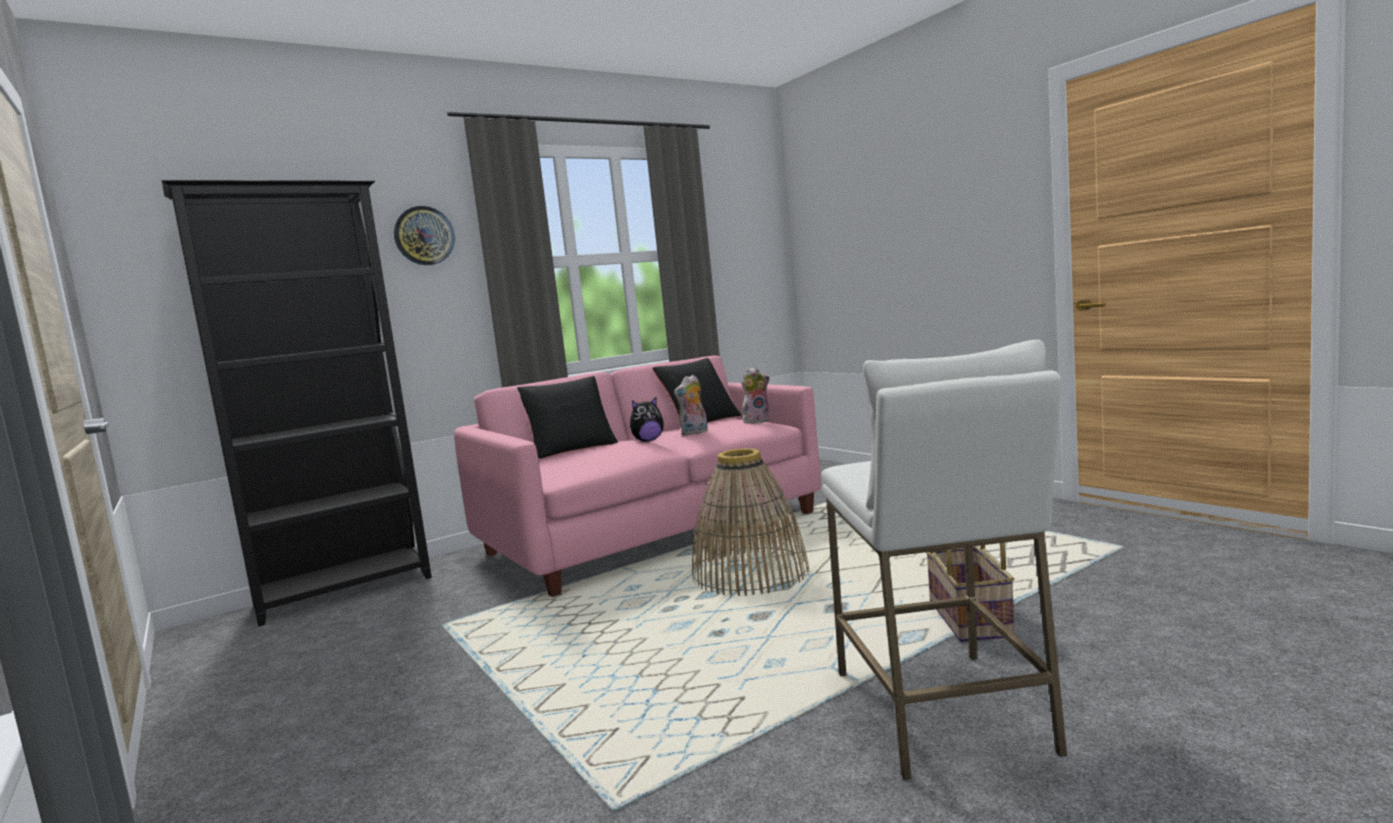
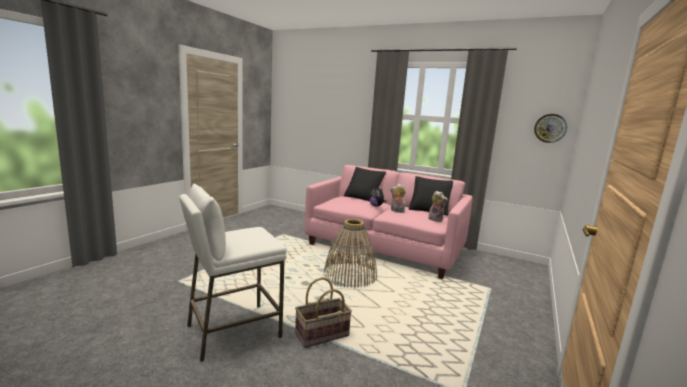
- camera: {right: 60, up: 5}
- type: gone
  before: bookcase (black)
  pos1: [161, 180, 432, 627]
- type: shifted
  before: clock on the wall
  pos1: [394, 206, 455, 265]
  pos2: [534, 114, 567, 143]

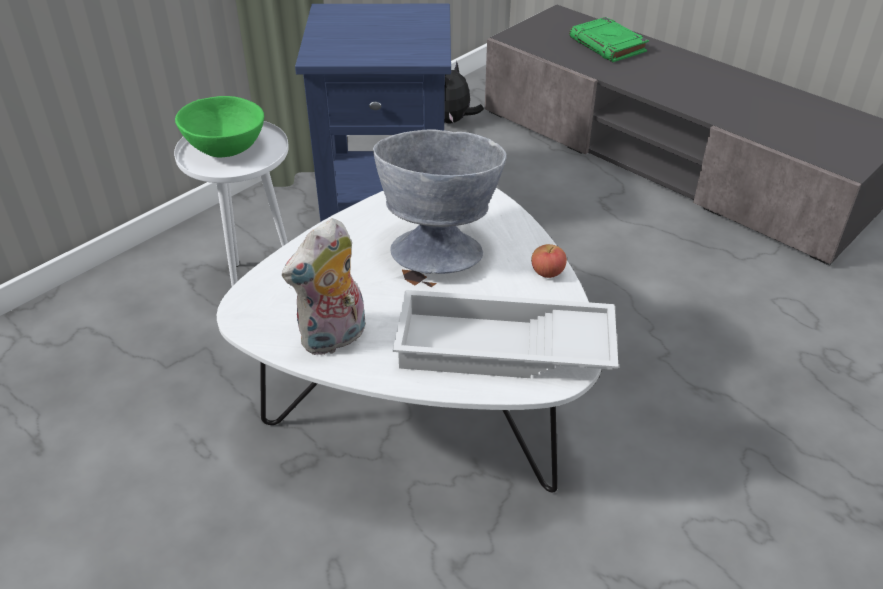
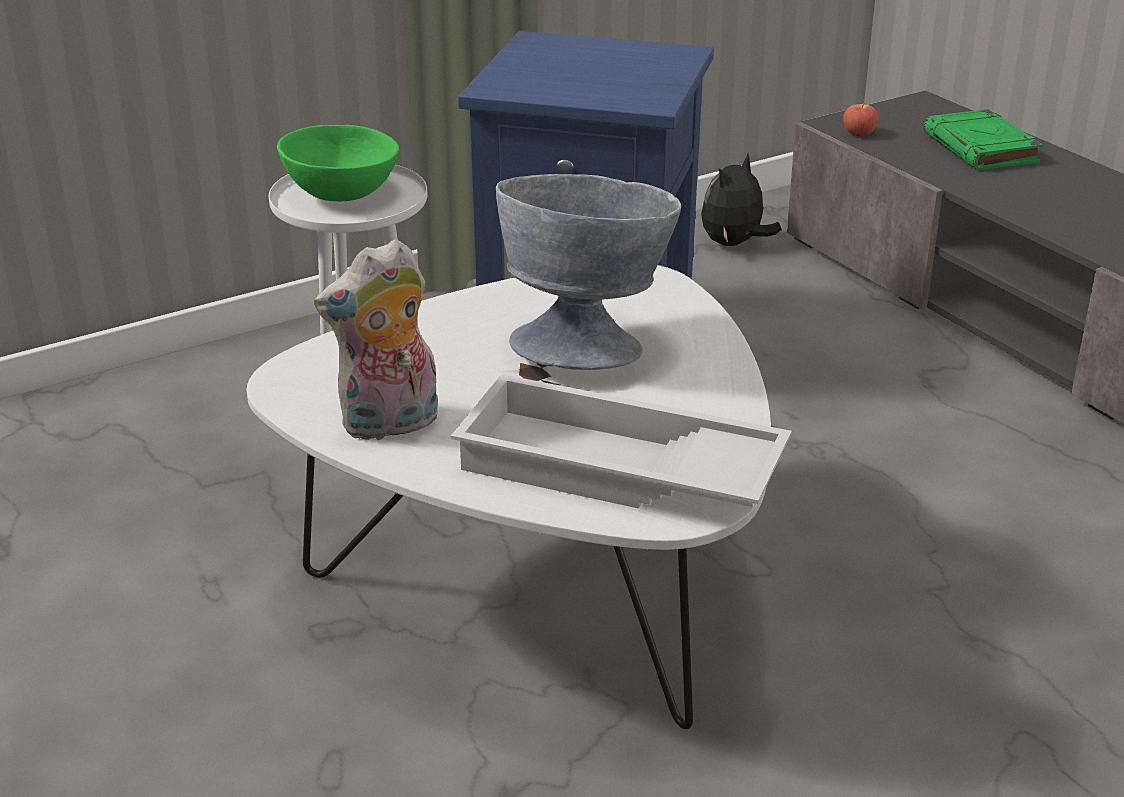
- camera: {right: 15, up: -10}
- type: shifted
  before: apple
  pos1: [531, 244, 567, 278]
  pos2: [843, 102, 879, 136]

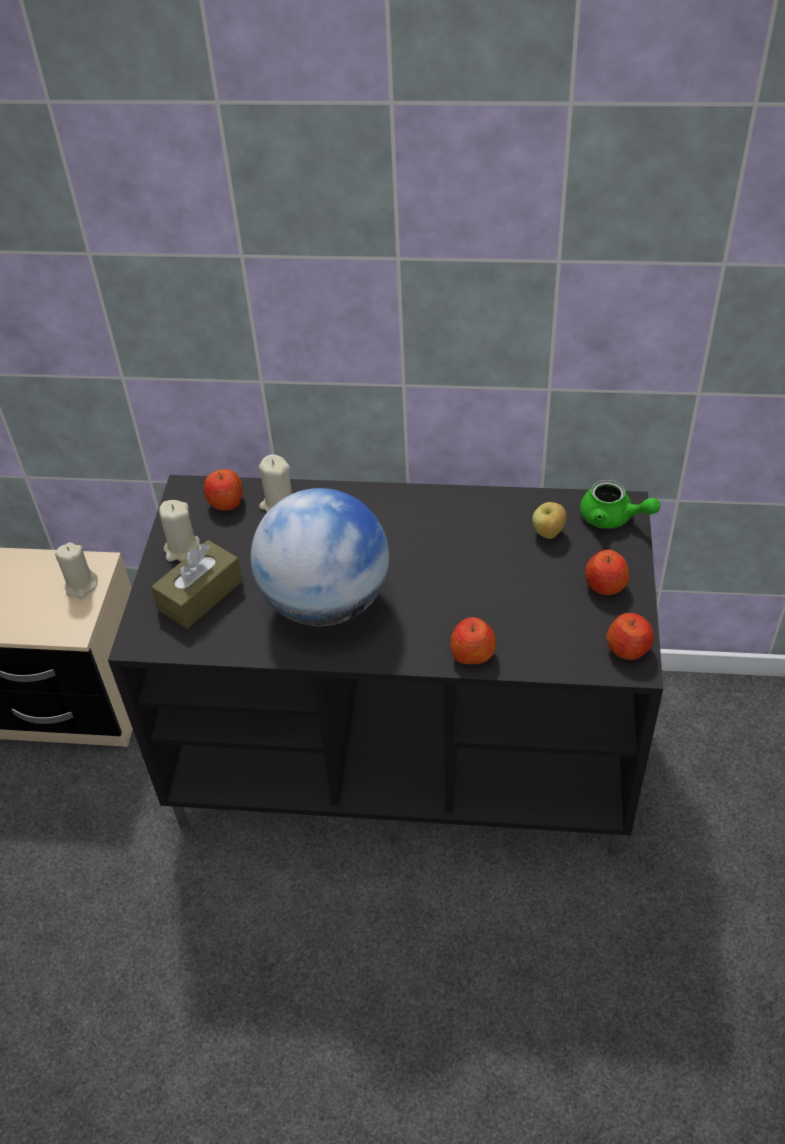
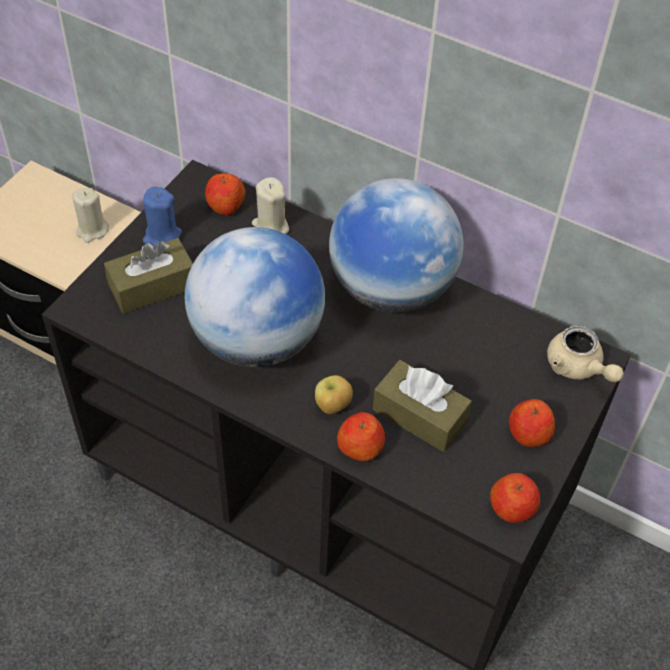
- camera: {right: 20, up: 5}
- type: new
  after: globe
  pos2: [329, 178, 463, 313]
- type: new
  after: tissue holder (brown)
  pos2: [373, 360, 472, 452]
- type: shifted
  before: apple
  pos1: [532, 502, 567, 539]
  pos2: [315, 375, 353, 414]
- type: repainted
  before: wax candle (sand-coloured)
  after: wax candle (bluish)
  pos1: [159, 500, 200, 562]
  pos2: [143, 187, 182, 246]
- type: repainted
  before: tea pot (green-coloured)
  after: tea pot (sand-coloured)
  pos1: [580, 480, 660, 529]
  pos2: [547, 326, 624, 382]

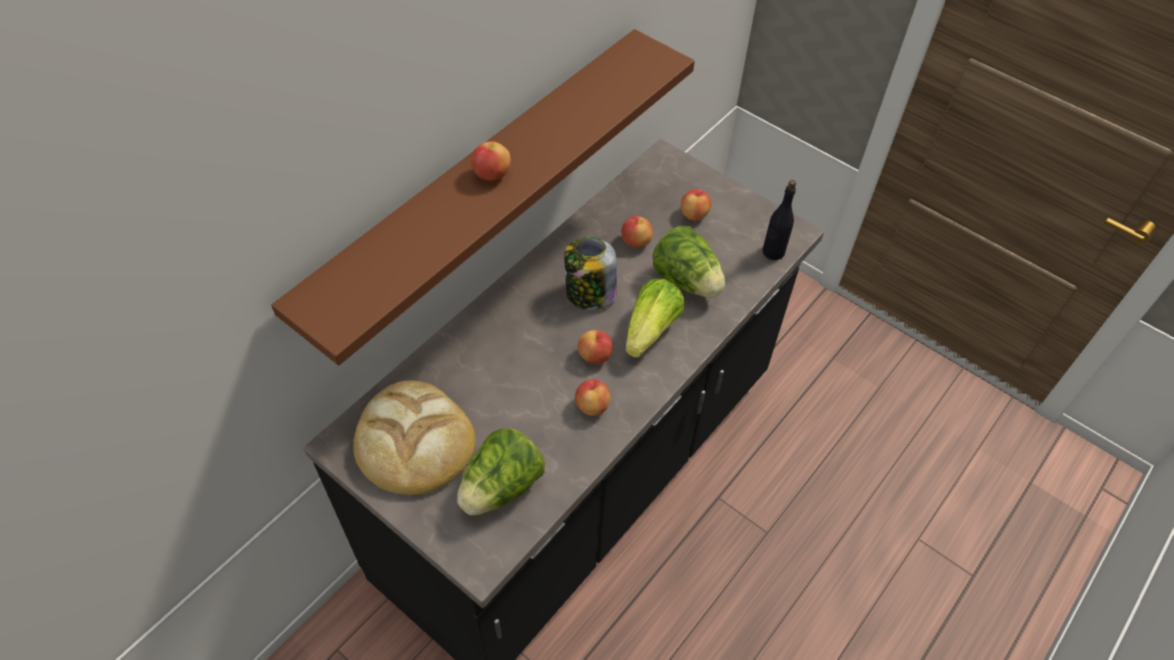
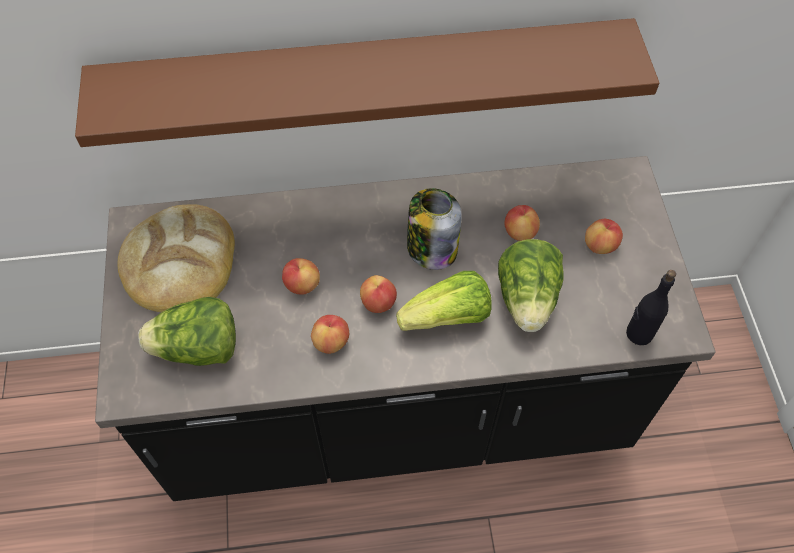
- camera: {right: 45, up: 5}
- type: shifted
  before: apple
  pos1: [470, 141, 511, 181]
  pos2: [282, 258, 320, 295]

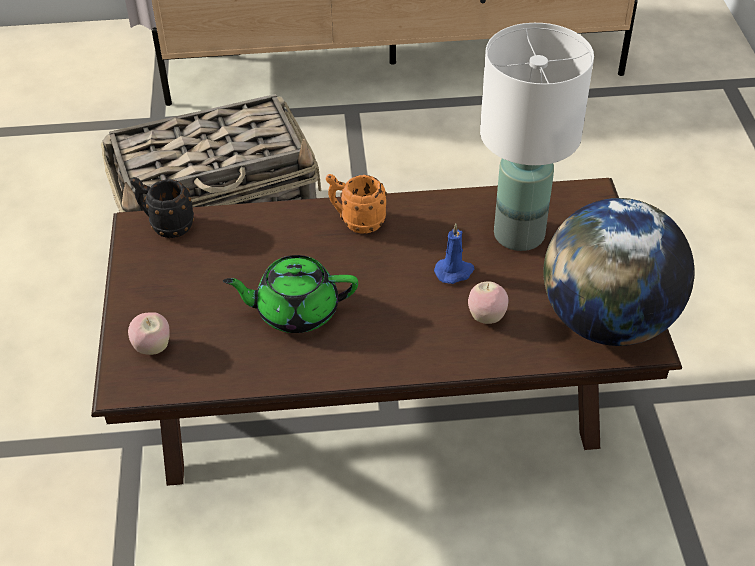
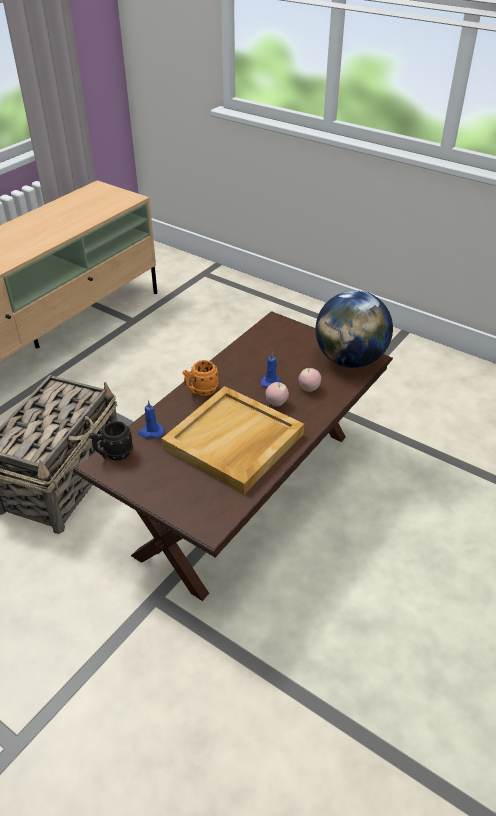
- camera: {right: -50, up: -5}
- type: gone
  before: lamp for a table (white)
  pos1: [480, 23, 594, 251]
- type: new
  after: wax candle (bluish)
  pos2: [138, 401, 164, 439]
- type: shifted
  before: apple
  pos1: [128, 312, 170, 355]
  pos2: [266, 382, 289, 407]
- type: swapped
  before: tea pot (green-coloured)
  after: tray (sand-coloured)
  pos1: [223, 255, 358, 333]
  pos2: [161, 386, 304, 494]

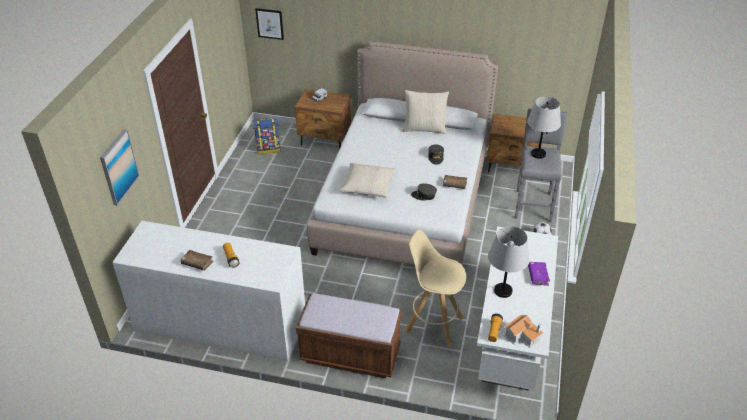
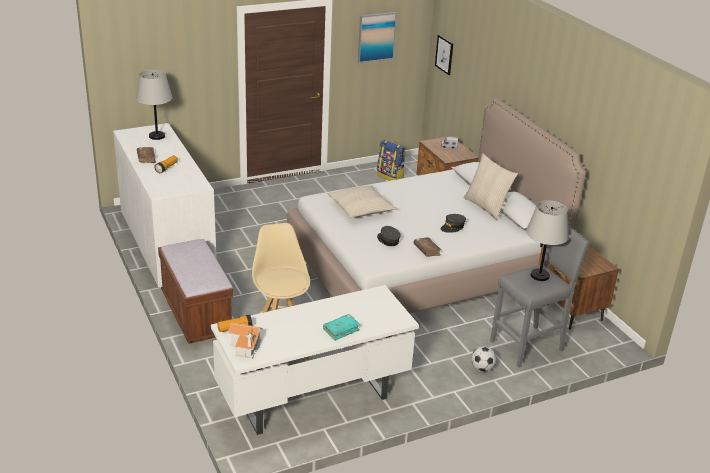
- camera: {right: 50, up: -10}
- type: shifted
  before: wall picture
  pos1: [100, 129, 139, 206]
  pos2: [358, 12, 397, 63]
- type: shifted
  before: lamp for a table (gray)
  pos1: [488, 226, 530, 298]
  pos2: [136, 70, 172, 140]
- type: repainted
  before: volume (purple-coloured)
  after: volume (turquoise)
  pos1: [528, 262, 550, 286]
  pos2: [323, 314, 360, 341]

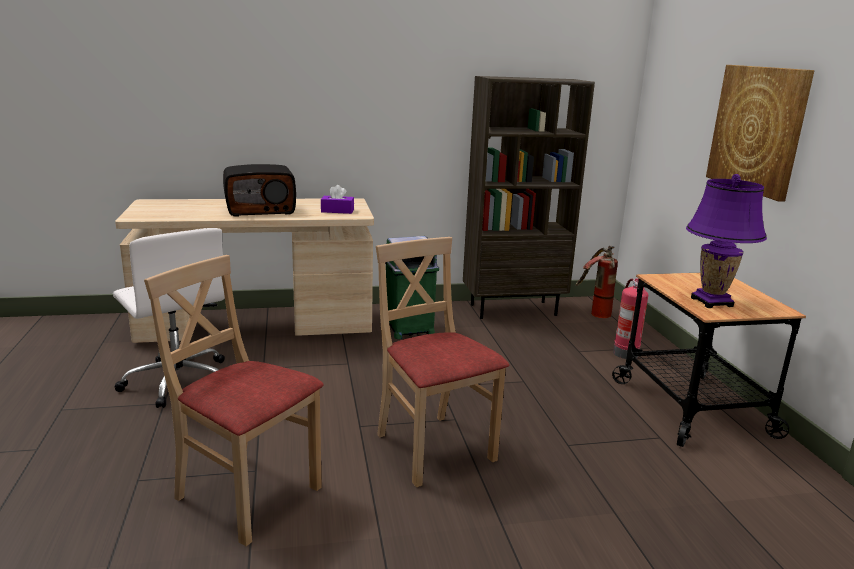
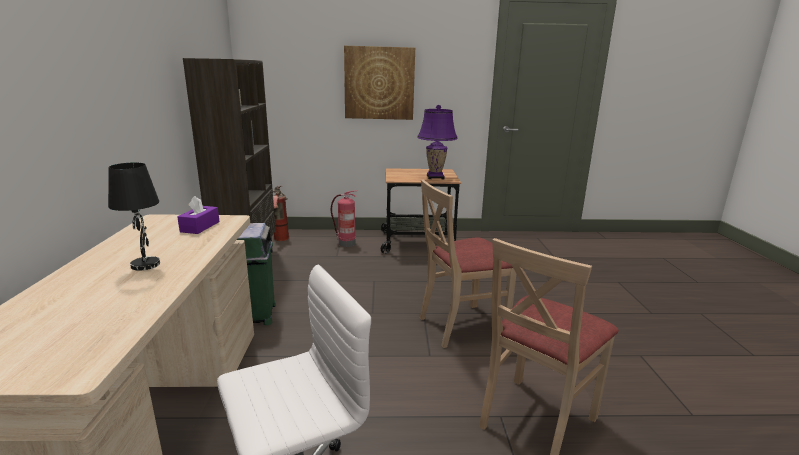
- camera: {right: -80, up: 0}
- type: swapped
  before: radio set
  after: lamp for a table (black)
  pos1: [223, 164, 296, 217]
  pos2: [108, 162, 160, 271]

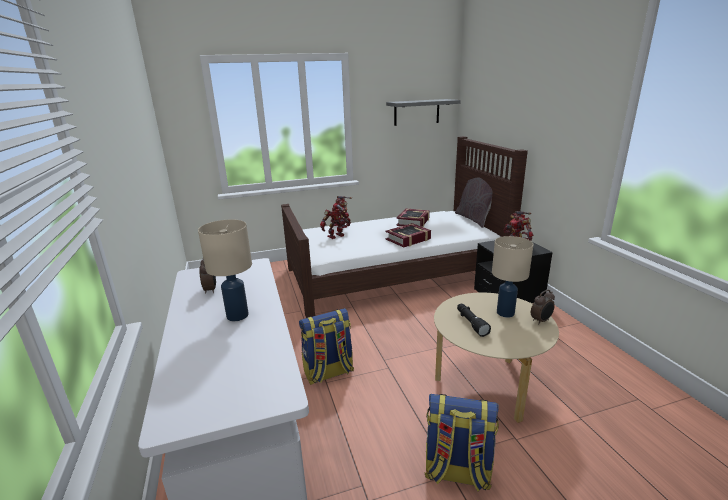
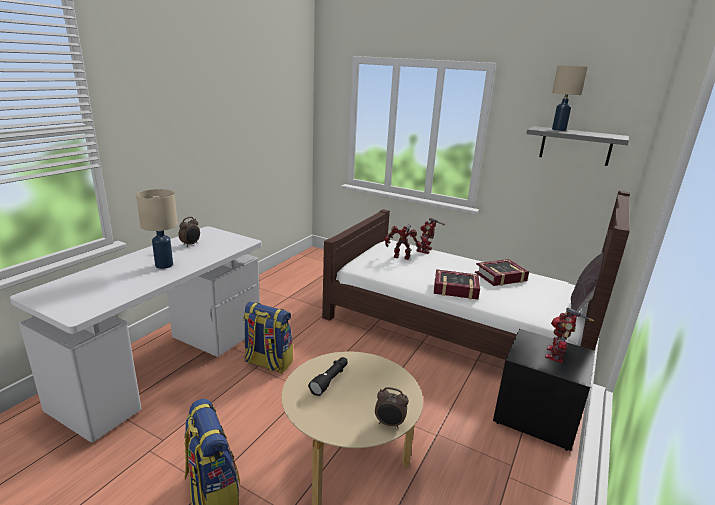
- camera: {right: 45, up: 0}
- type: shifted
  before: lamp for a table (sand-coloured)
  pos1: [492, 236, 533, 318]
  pos2: [552, 65, 588, 131]

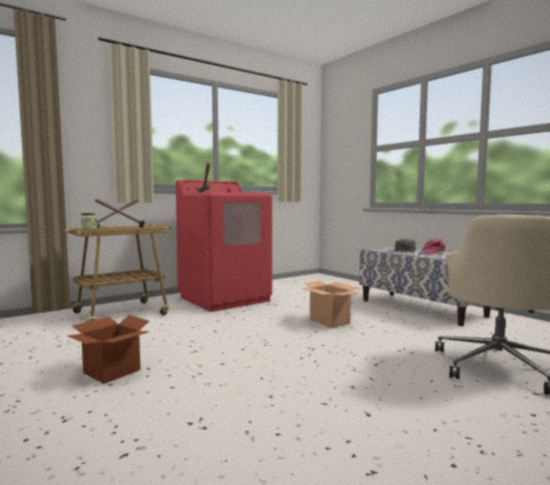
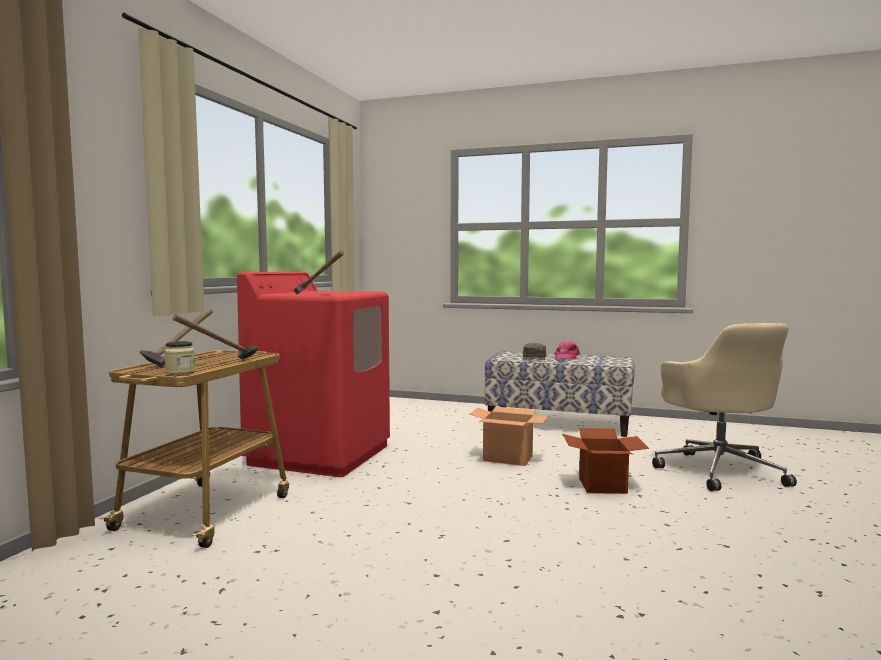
- camera: {right: -35, up: 0}
- type: shifted
  before: carton
  pos1: [67, 315, 150, 384]
  pos2: [562, 428, 649, 494]

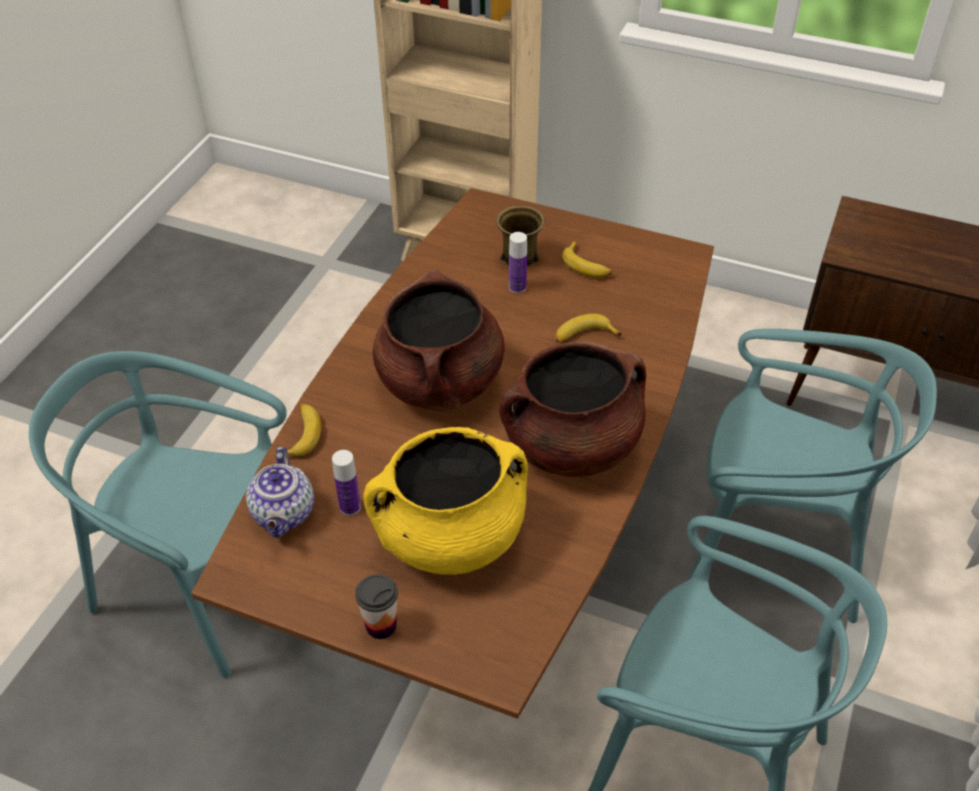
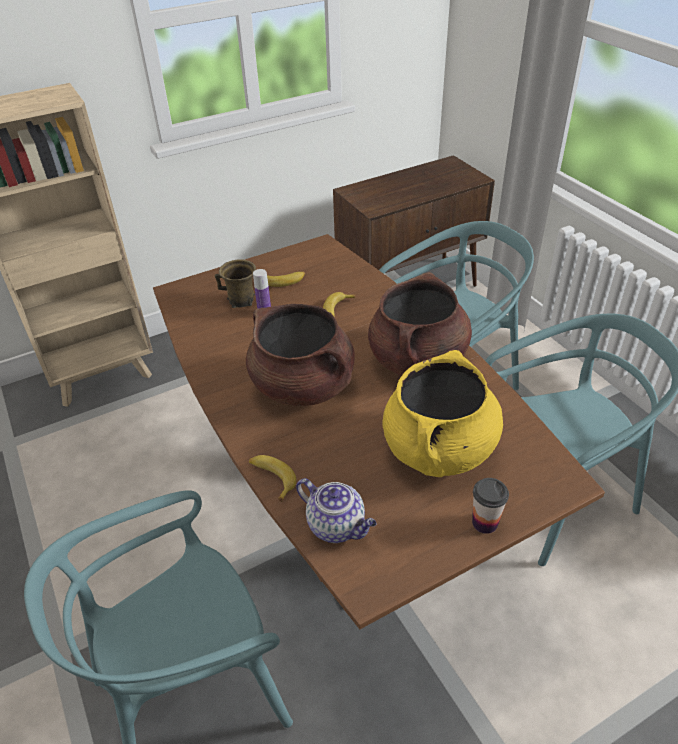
- camera: {right: -50, up: -5}
- type: gone
  before: beverage bottle
  pos1: [332, 450, 361, 515]

